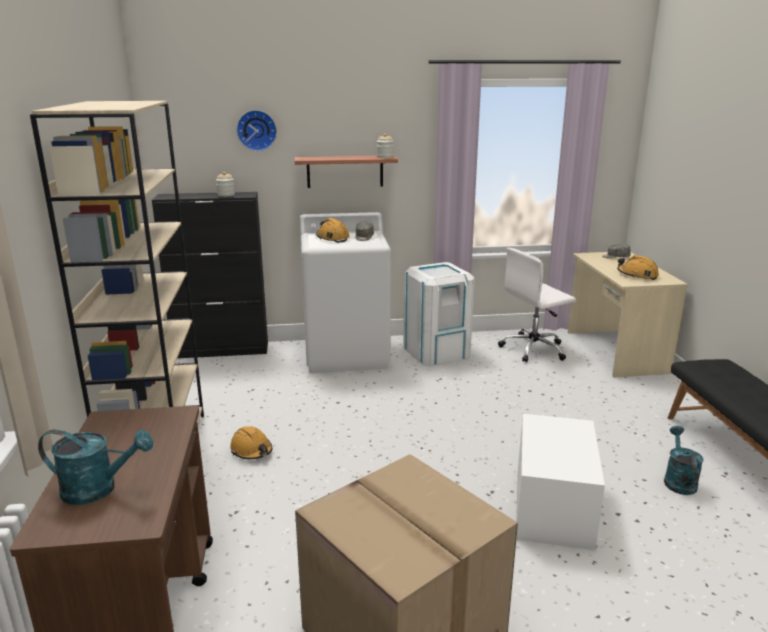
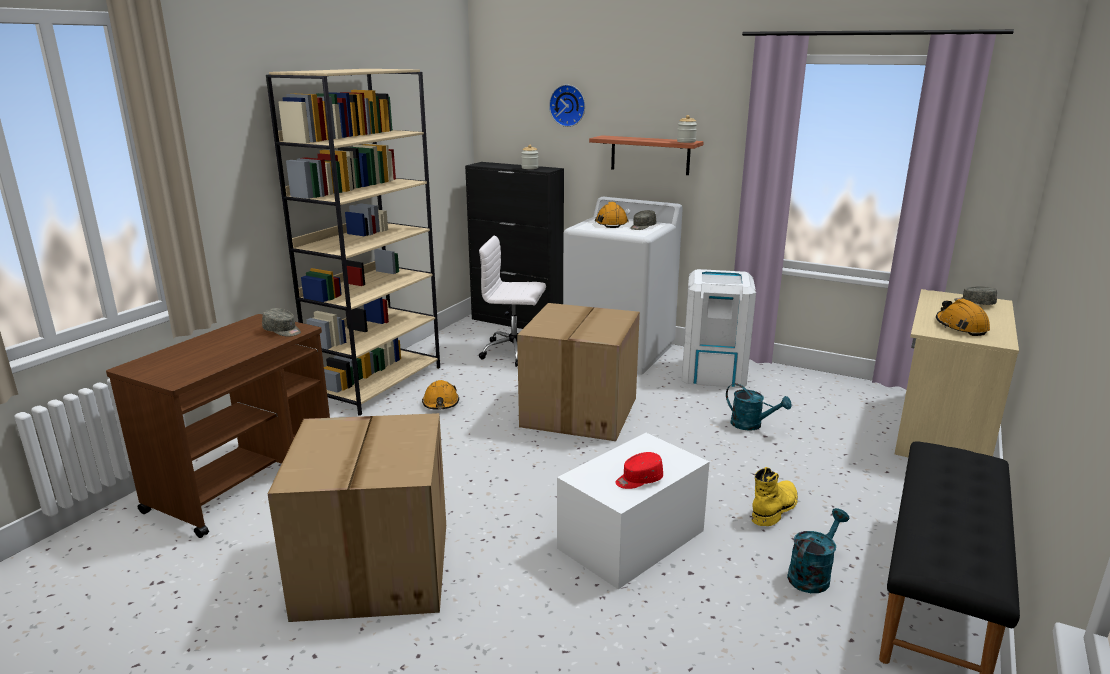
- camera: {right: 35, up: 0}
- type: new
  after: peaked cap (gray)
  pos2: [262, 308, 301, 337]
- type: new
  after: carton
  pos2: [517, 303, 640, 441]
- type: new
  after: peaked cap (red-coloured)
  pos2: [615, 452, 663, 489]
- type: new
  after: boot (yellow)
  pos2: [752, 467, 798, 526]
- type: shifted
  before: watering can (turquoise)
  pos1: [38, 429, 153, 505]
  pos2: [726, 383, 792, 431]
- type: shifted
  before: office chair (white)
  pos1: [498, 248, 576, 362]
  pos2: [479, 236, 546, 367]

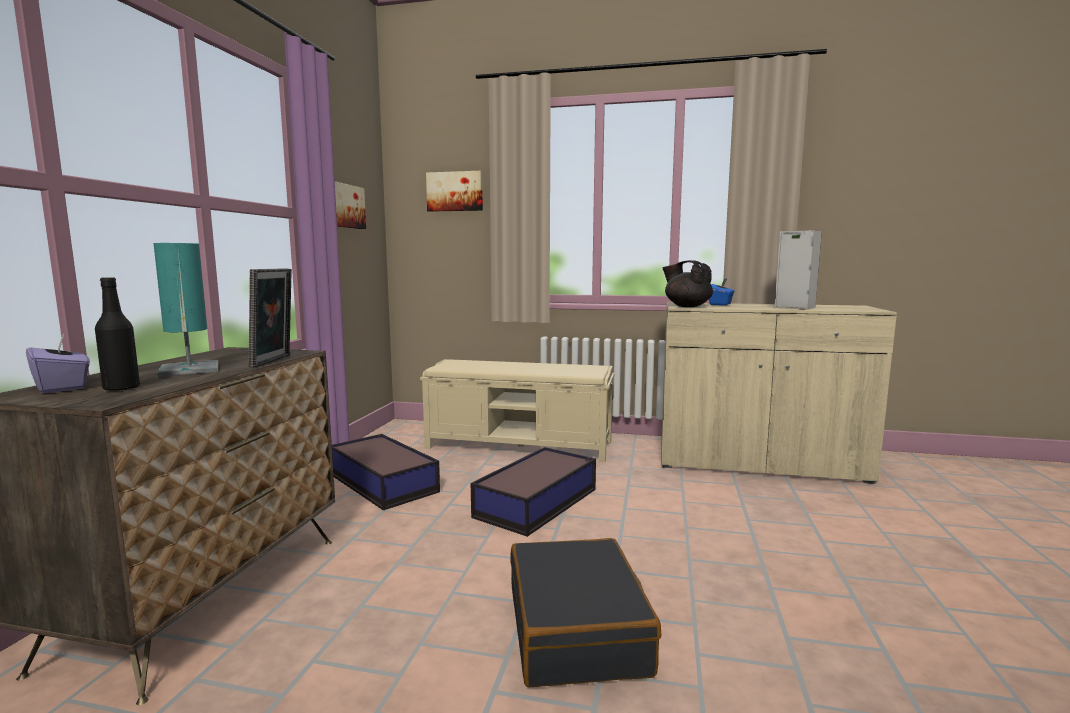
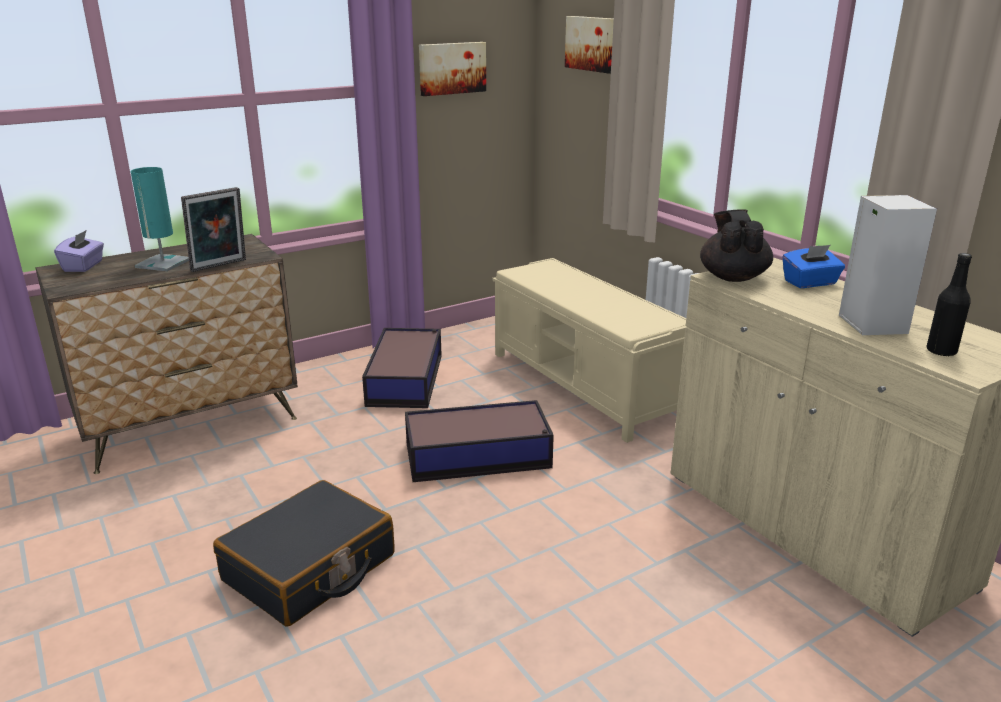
- camera: {right: 45, up: 15}
- type: shifted
  before: beverage bottle (black)
  pos1: [95, 277, 140, 391]
  pos2: [927, 253, 972, 357]

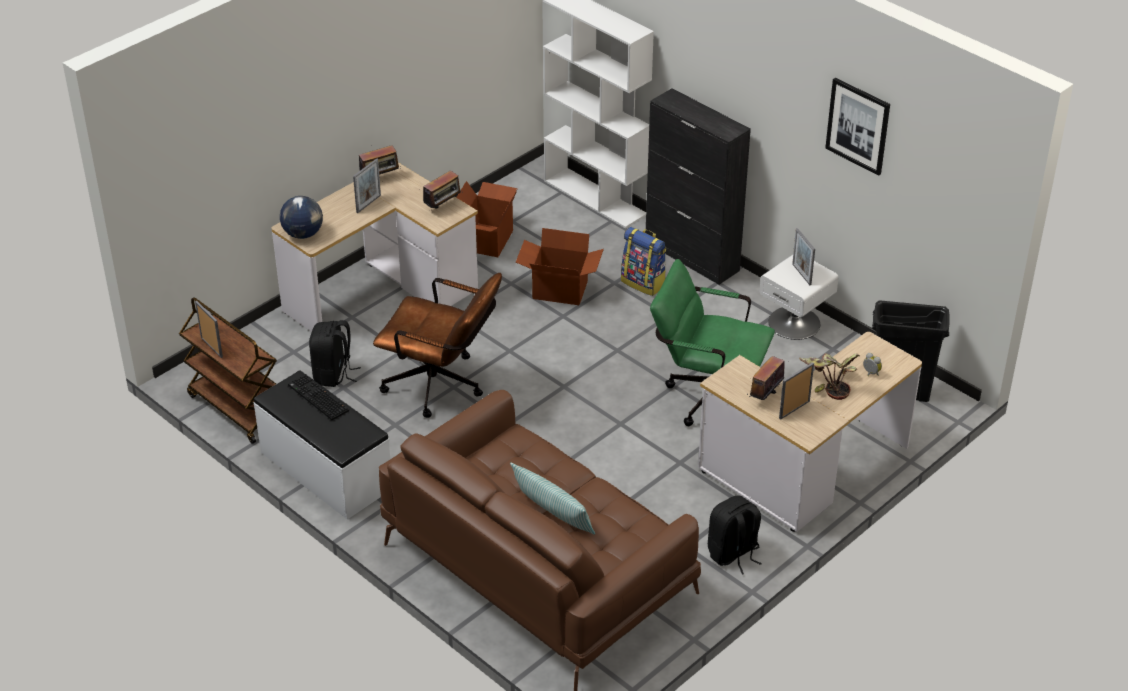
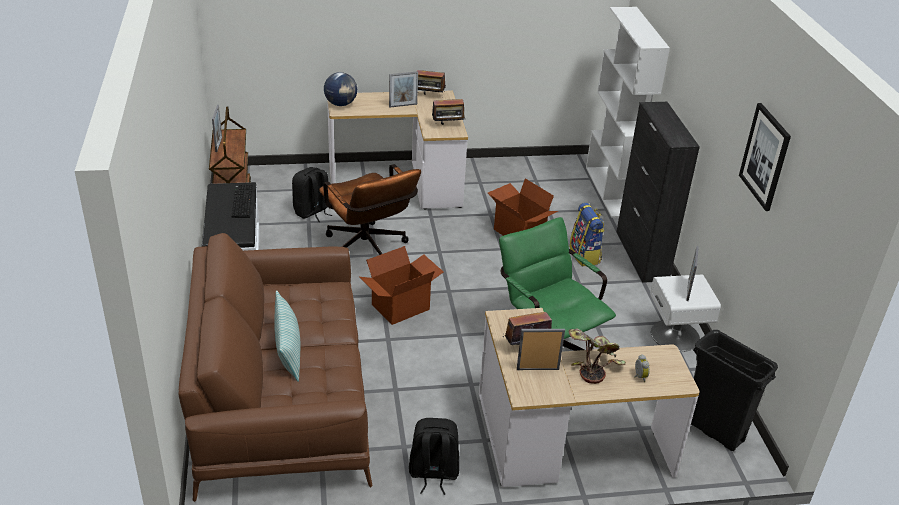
- camera: {right: 35, up: -5}
- type: shifted
  before: carton
  pos1: [456, 181, 517, 257]
  pos2: [360, 246, 443, 325]

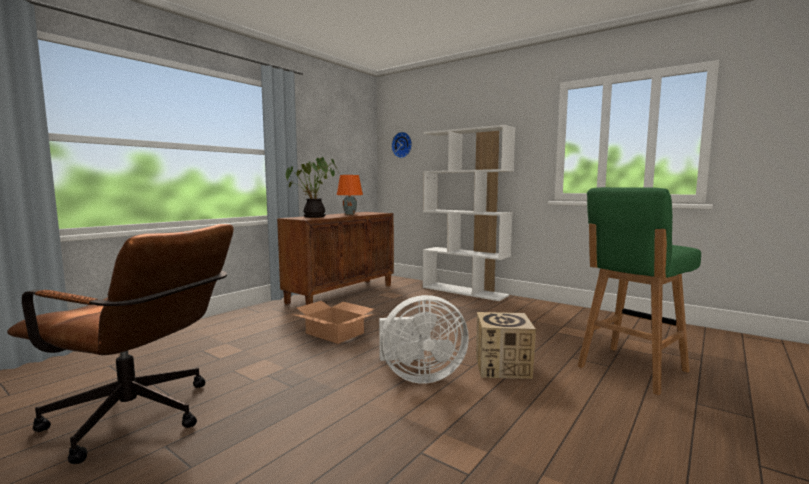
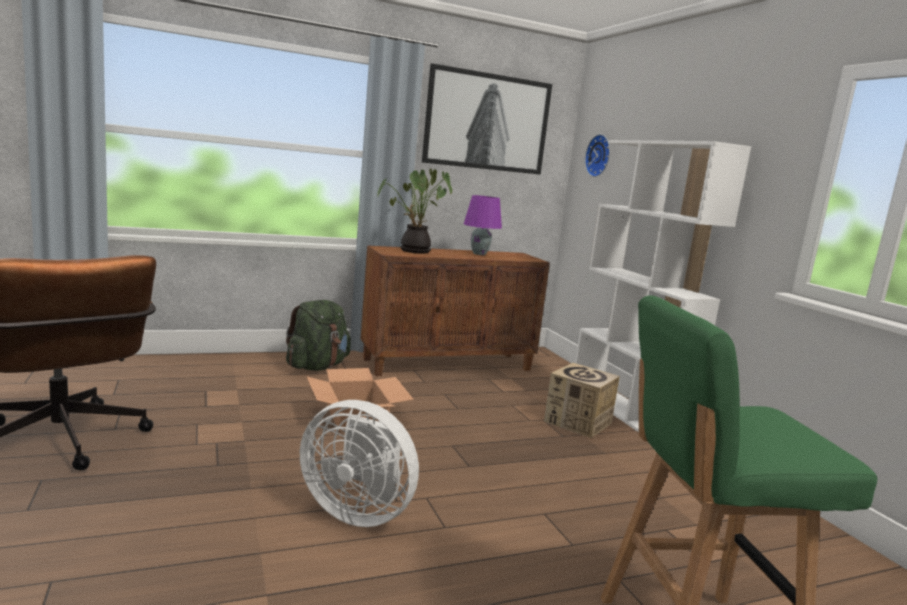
- camera: {right: 30, up: 5}
- type: new
  after: rucksack (green-coloured)
  pos2: [286, 300, 351, 371]
- type: new
  after: wall picture
  pos2: [422, 63, 552, 175]
- type: shifted
  before: carton
  pos1: [476, 312, 536, 379]
  pos2: [544, 363, 620, 438]
- type: repainted
  before: lamp for a table (orangey)
  after: lamp for a table (purple-coloured)
  pos1: [337, 175, 363, 215]
  pos2: [464, 195, 502, 255]

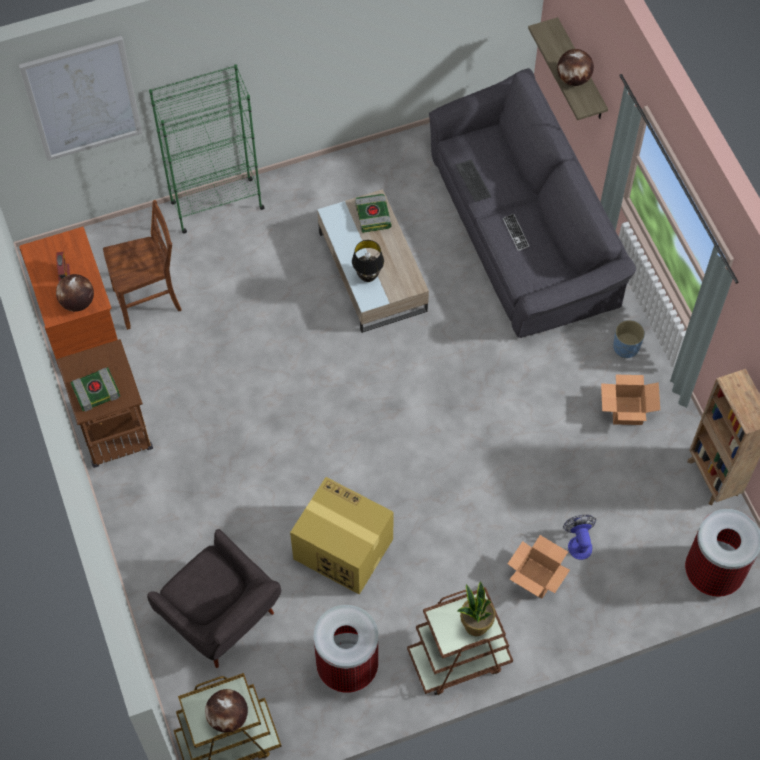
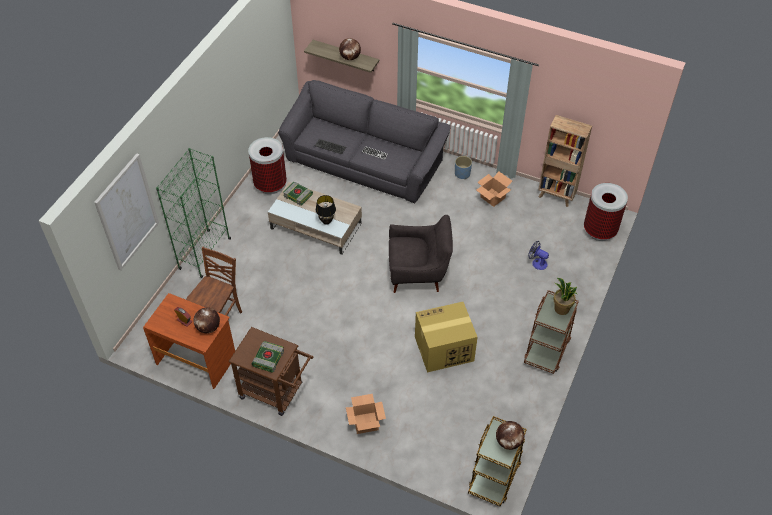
- camera: {right: -45, up: -10}
- type: shifted
  before: easy chair (gray)
  pos1: [147, 529, 281, 668]
  pos2: [389, 215, 453, 293]
- type: shifted
  before: trash can
  pos1: [314, 605, 378, 693]
  pos2: [248, 137, 287, 194]
- type: shifted
  before: carton
  pos1: [508, 535, 570, 598]
  pos2: [346, 394, 386, 434]

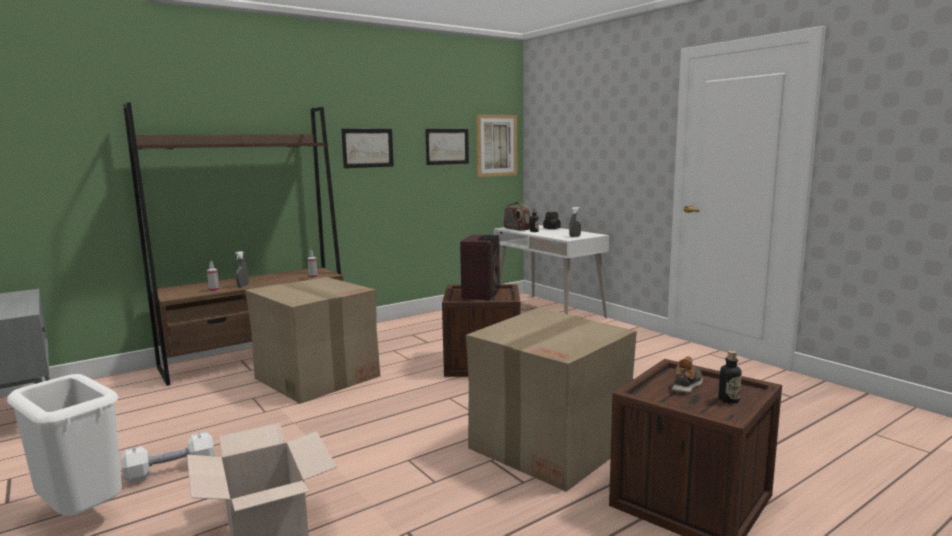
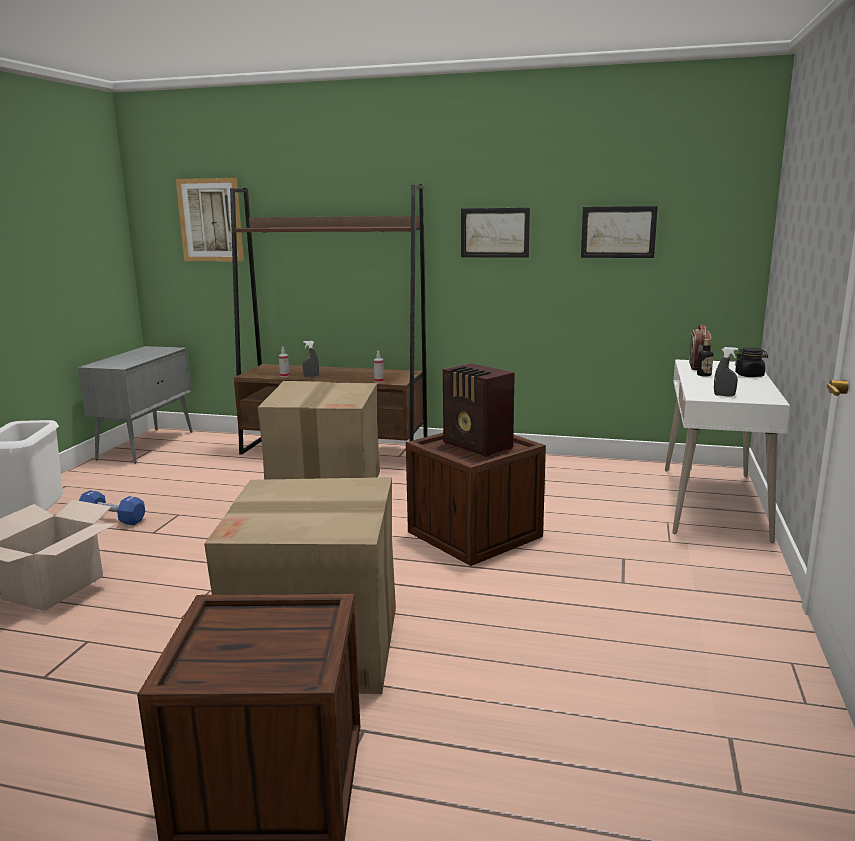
- camera: {right: 50, up: 5}
- type: gone
  before: low shoe
  pos1: [672, 356, 703, 393]
- type: gone
  before: beverage bottle
  pos1: [718, 351, 742, 404]
- type: shifted
  before: wall picture
  pos1: [476, 114, 517, 177]
  pos2: [176, 178, 244, 262]
- type: repainted
  before: dumbbell (white)
  after: dumbbell (bluish)
  pos1: [121, 432, 214, 483]
  pos2: [79, 490, 145, 525]
- type: rotated
  before: radio set
  pos1: [460, 235, 500, 301]
  pos2: [443, 363, 515, 457]
  turn: 75

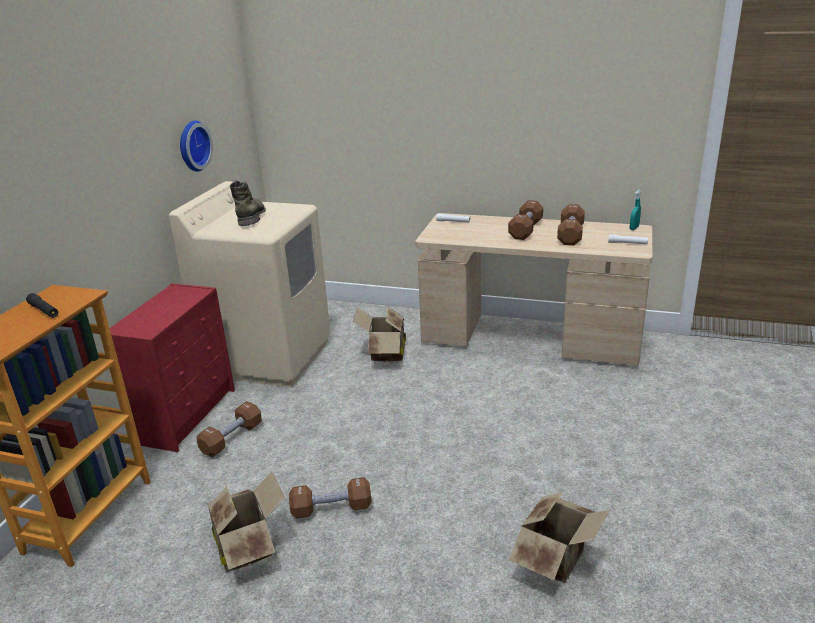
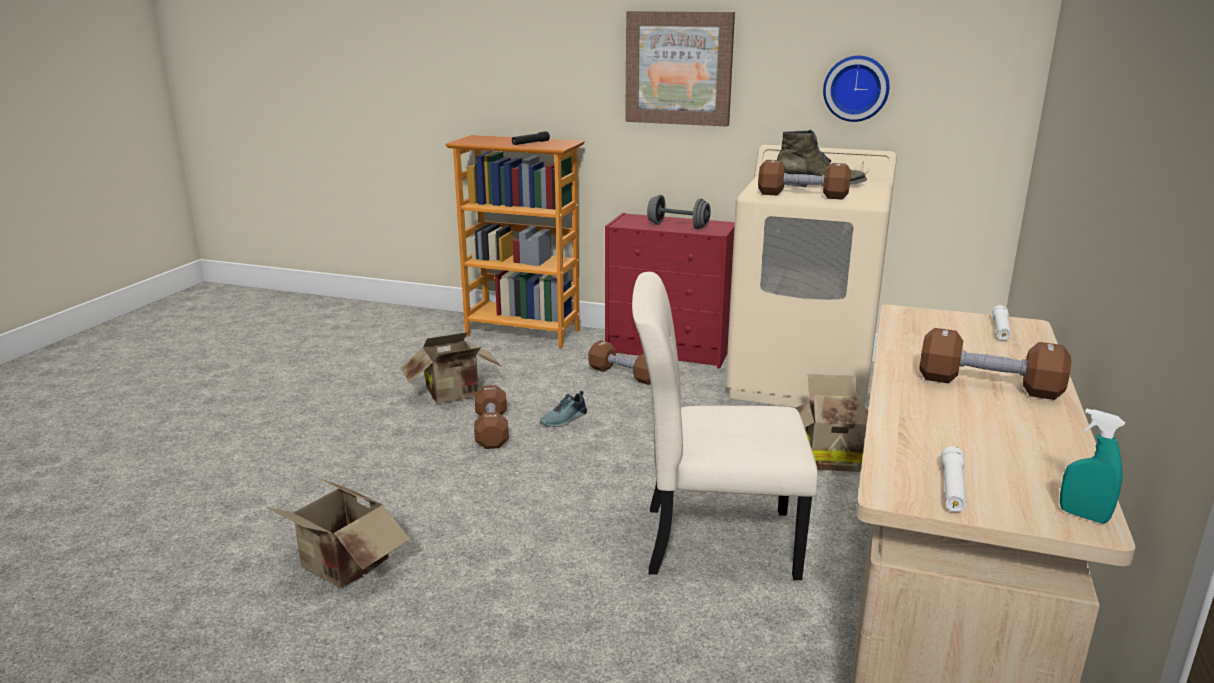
- camera: {right: 90, up: -5}
- type: new
  after: low shoe
  pos2: [540, 391, 587, 427]
- type: new
  after: wall picture
  pos2: [625, 11, 735, 127]
- type: new
  after: upright chair (sand-coloured)
  pos2: [632, 272, 818, 580]
- type: new
  after: dumbbell (gray)
  pos2: [647, 195, 710, 229]
- type: shifted
  before: dumbbell (brown)
  pos1: [557, 204, 585, 245]
  pos2: [758, 160, 851, 199]

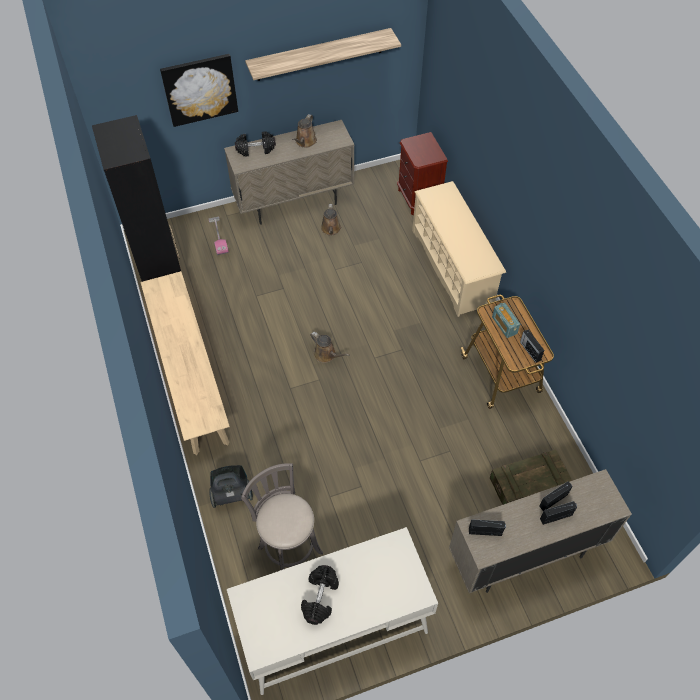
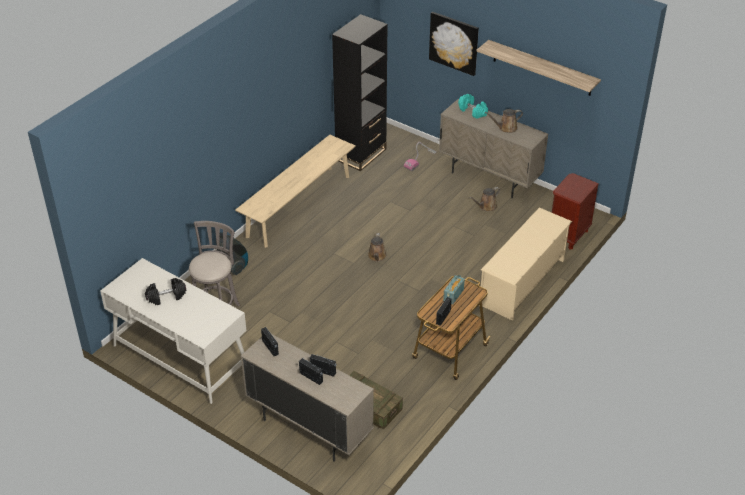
- camera: {right: 55, up: -15}
- type: repainted
  before: dumbbell (black)
  after: dumbbell (turquoise)
  pos1: [235, 131, 276, 156]
  pos2: [458, 94, 488, 119]

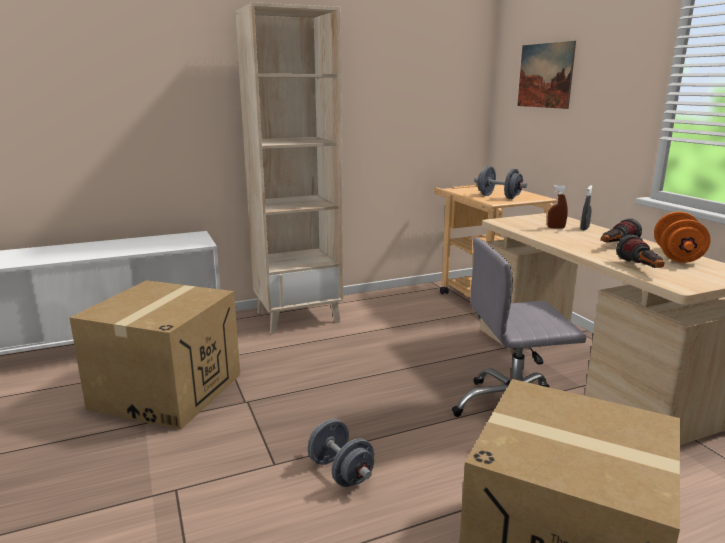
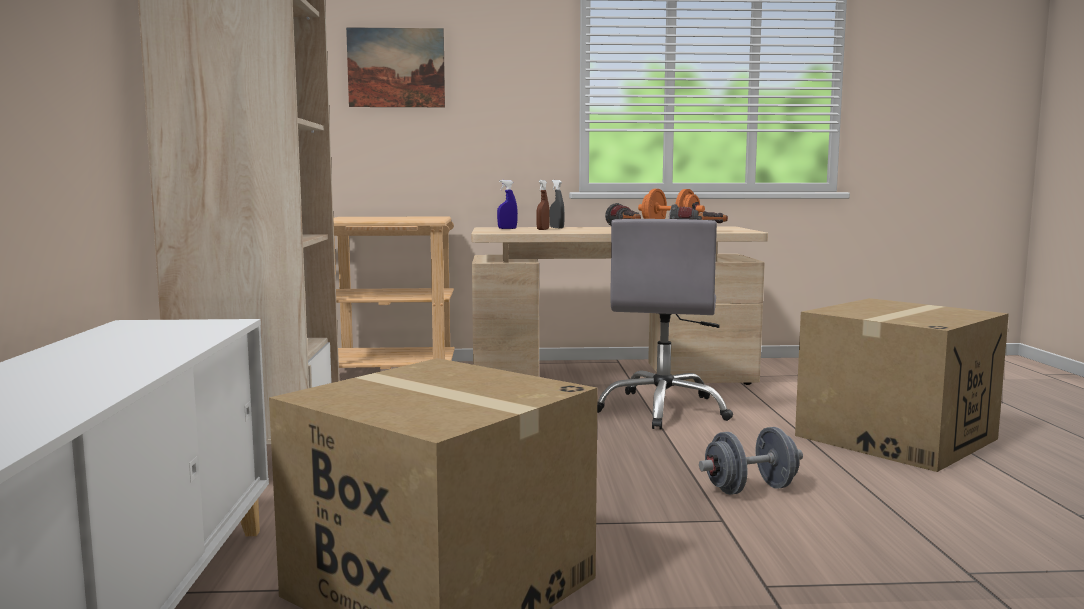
- camera: {right: -70, up: -10}
- type: gone
  before: dumbbell (gray)
  pos1: [474, 166, 527, 199]
- type: new
  after: hand sprayer (bluish)
  pos2: [497, 180, 518, 229]

